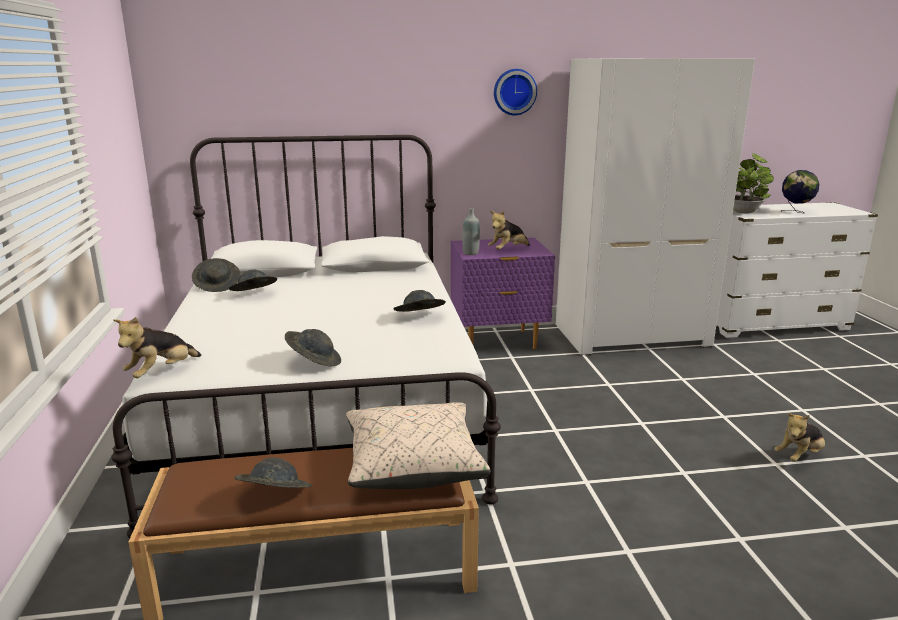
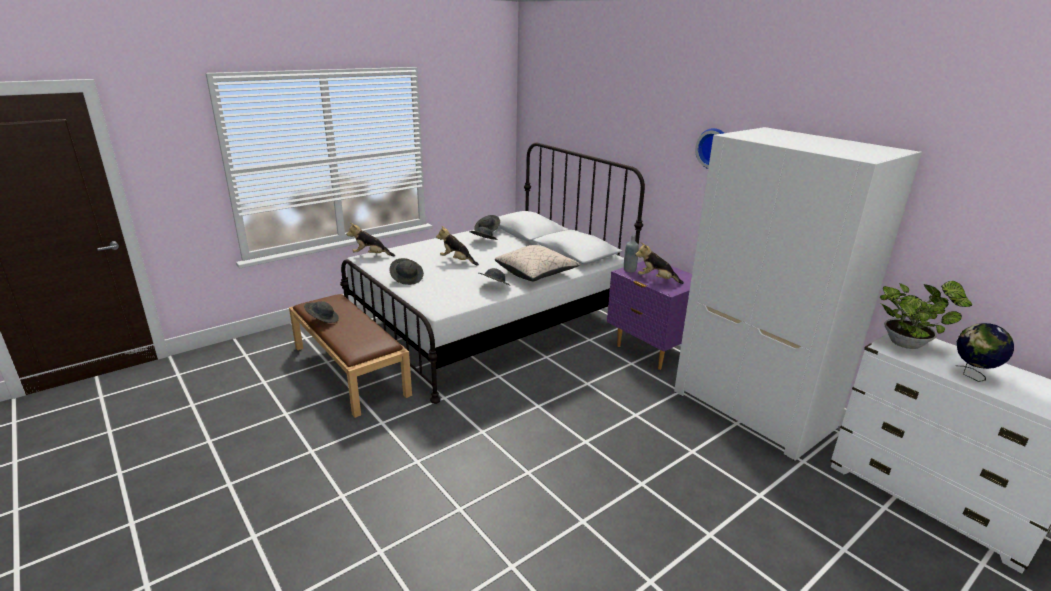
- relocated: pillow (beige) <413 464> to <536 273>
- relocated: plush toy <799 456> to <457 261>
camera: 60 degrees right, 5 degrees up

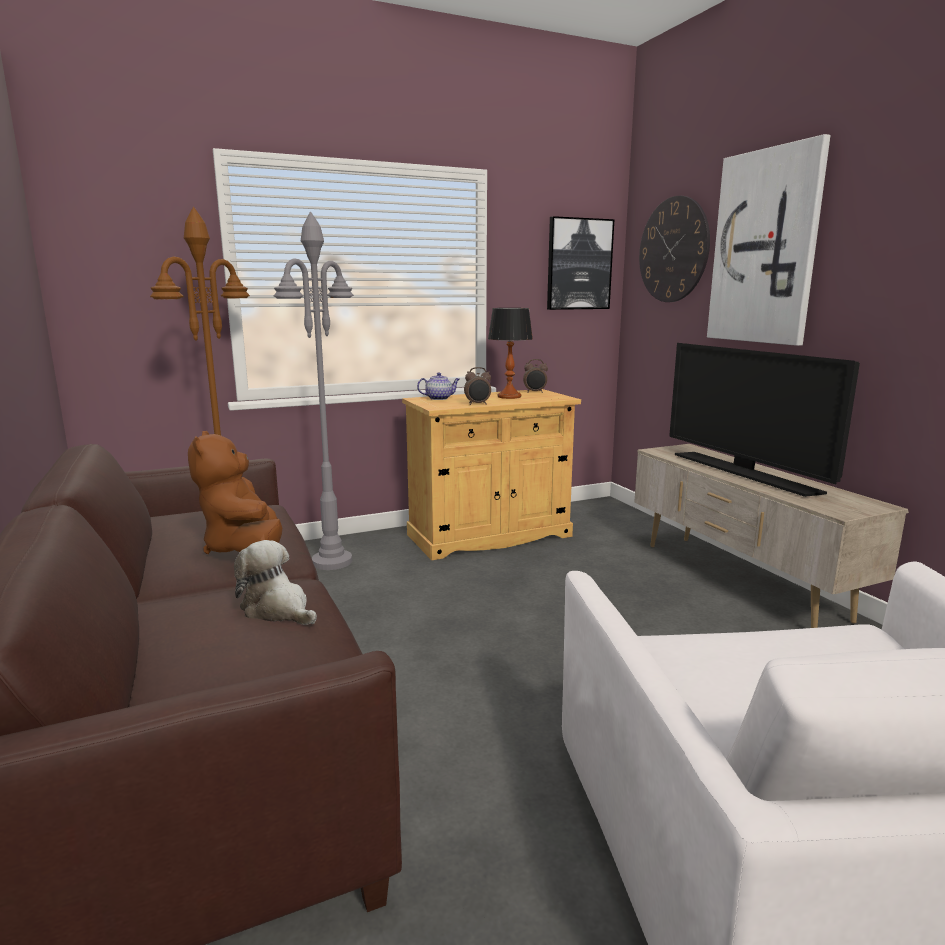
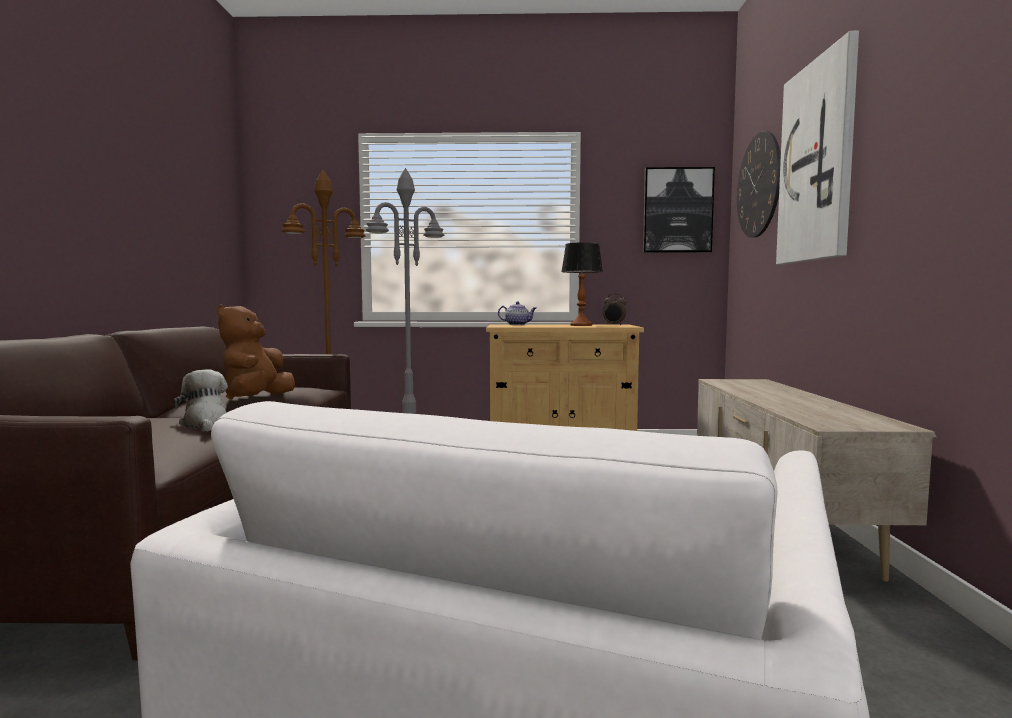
- missing: alarm clock <477 404>
- missing: television <744 473>
camera: 25 degrees right, 10 degrees down

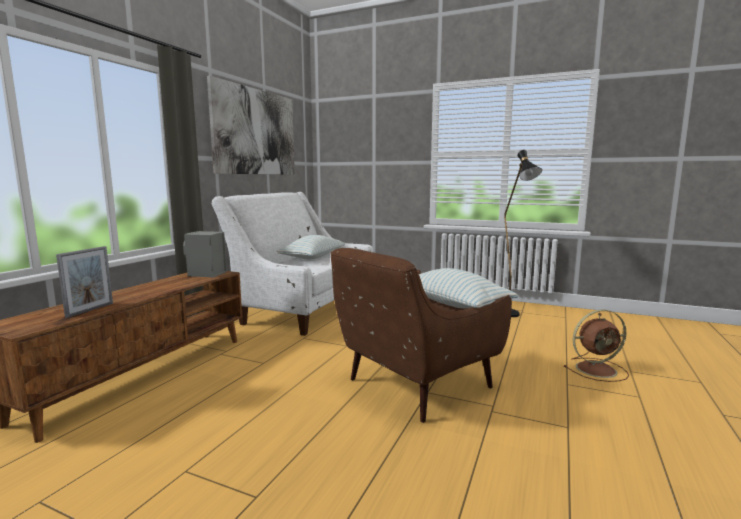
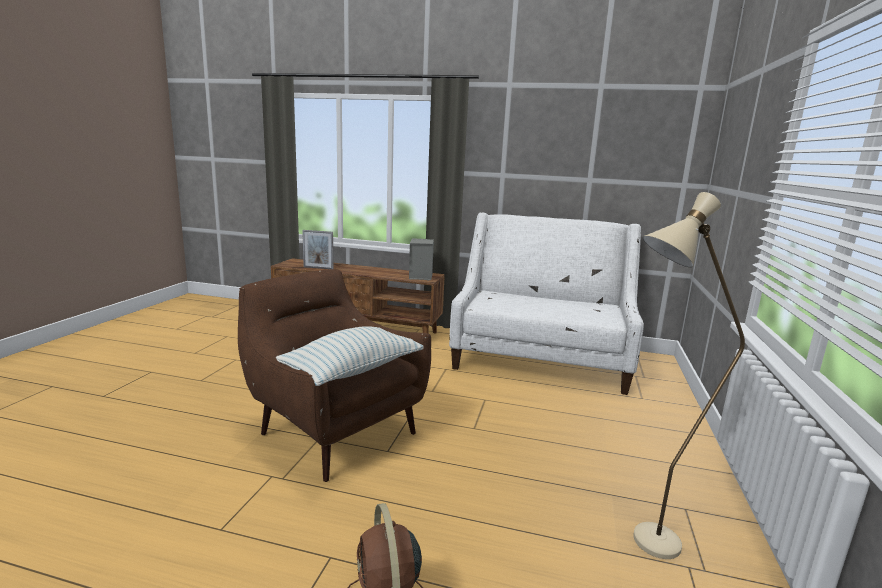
- missing: picture <255 132>
- missing: pillow <313 258>
- colour: floor lamp (black) <512 316> to floor lamp (beige) <643 546>
camera: 80 degrees right, 5 degrees up

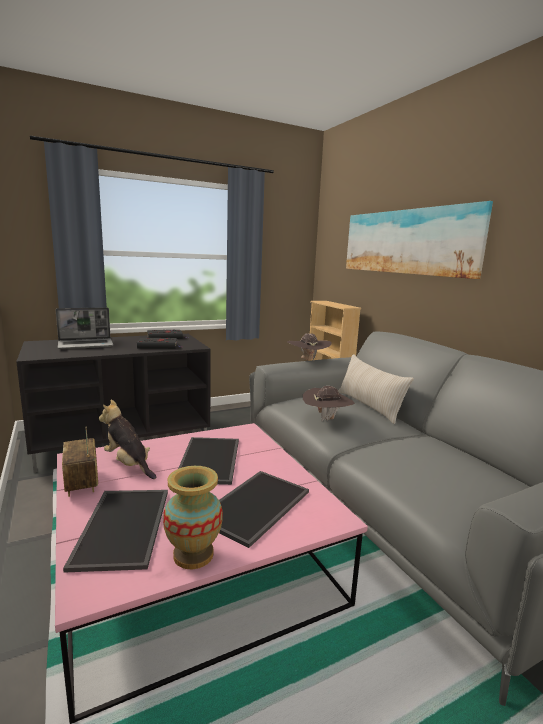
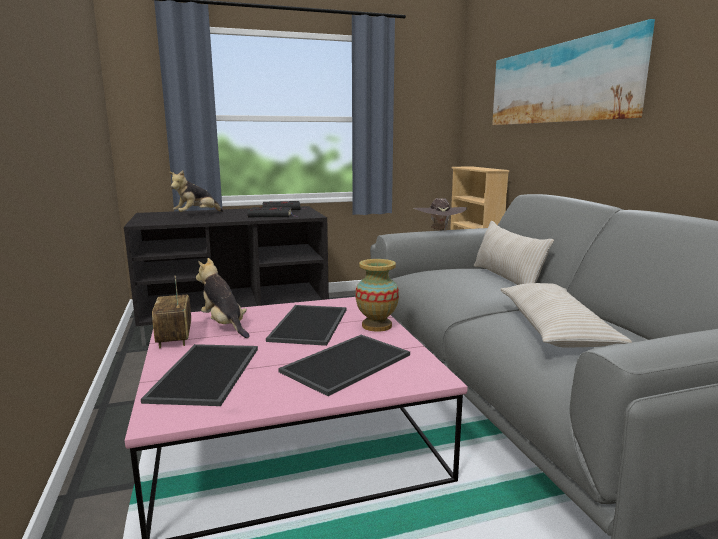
- missing: hat (brown) <326 419>
- appeared: pillow (beige) <554 329>
- relocated: vase <193 555> to <377 326>
- exchanged: laptop <86 345> to plush toy <197 215>
camera: 10 degrees right, 0 degrees up

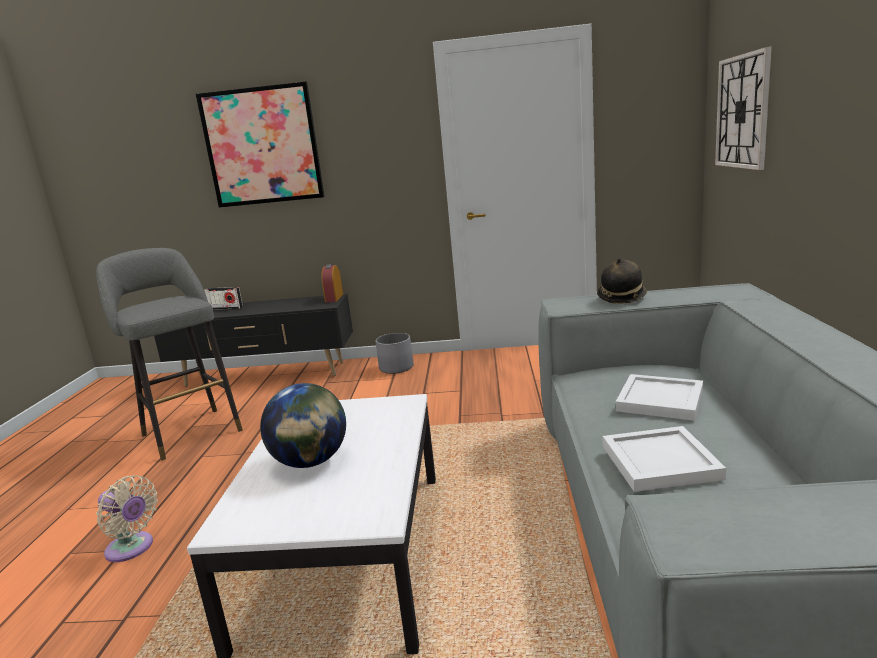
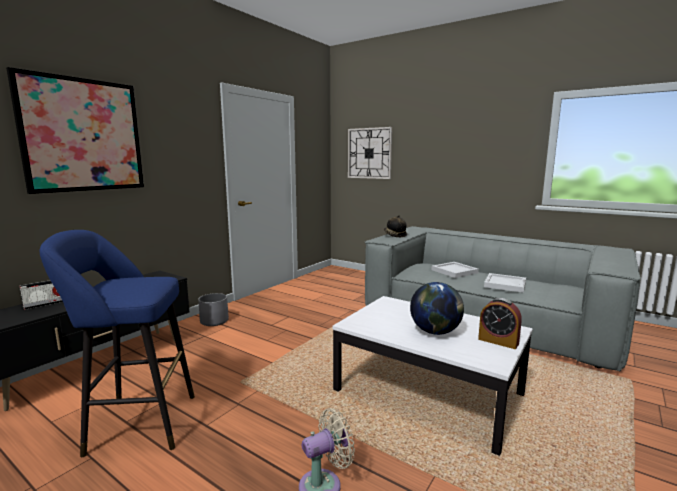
- relocated: alarm clock <334 298> to <498 341>
- colour: stool (grey) <189 431> to stool (blue) <136 424>
camera: 60 degrees left, 5 degrees down

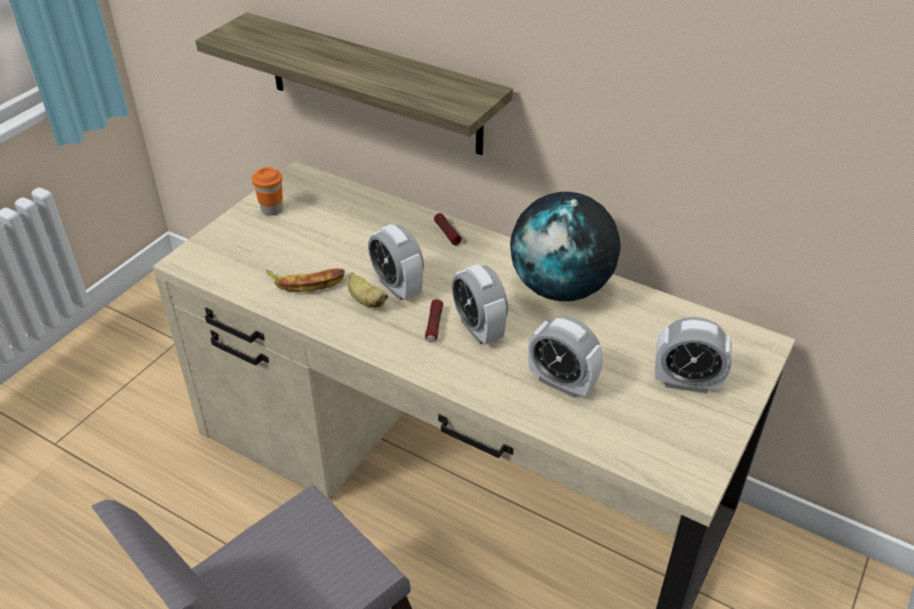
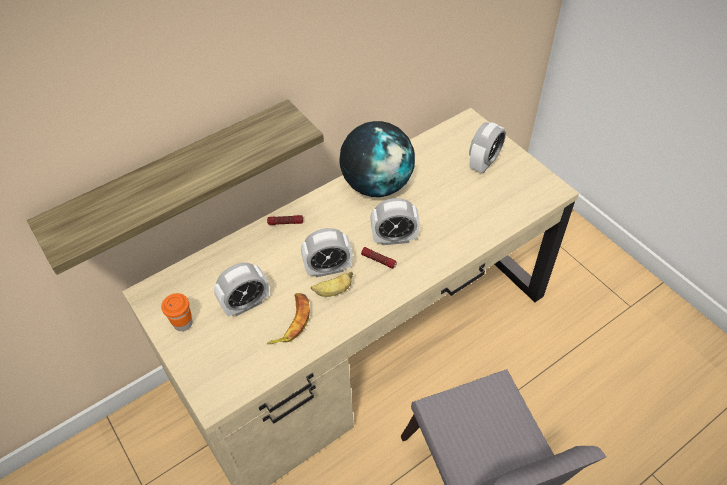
- relocated: alarm clock <562 383> to <246 304>
camera: 65 degrees left, 10 degrees up

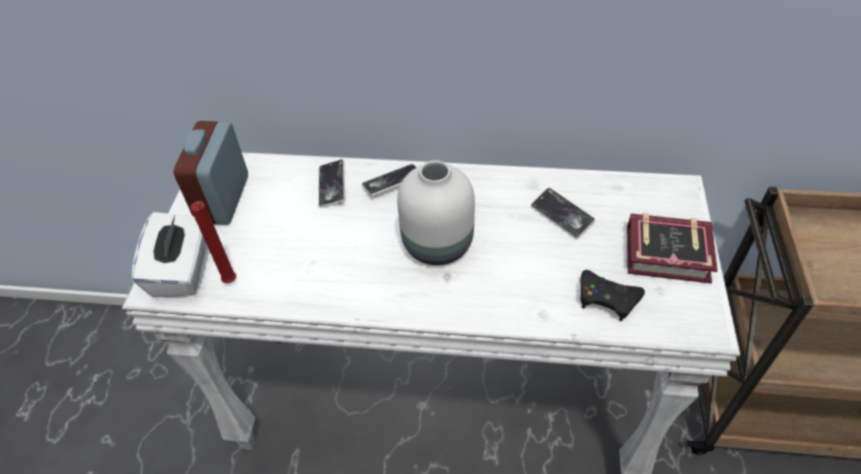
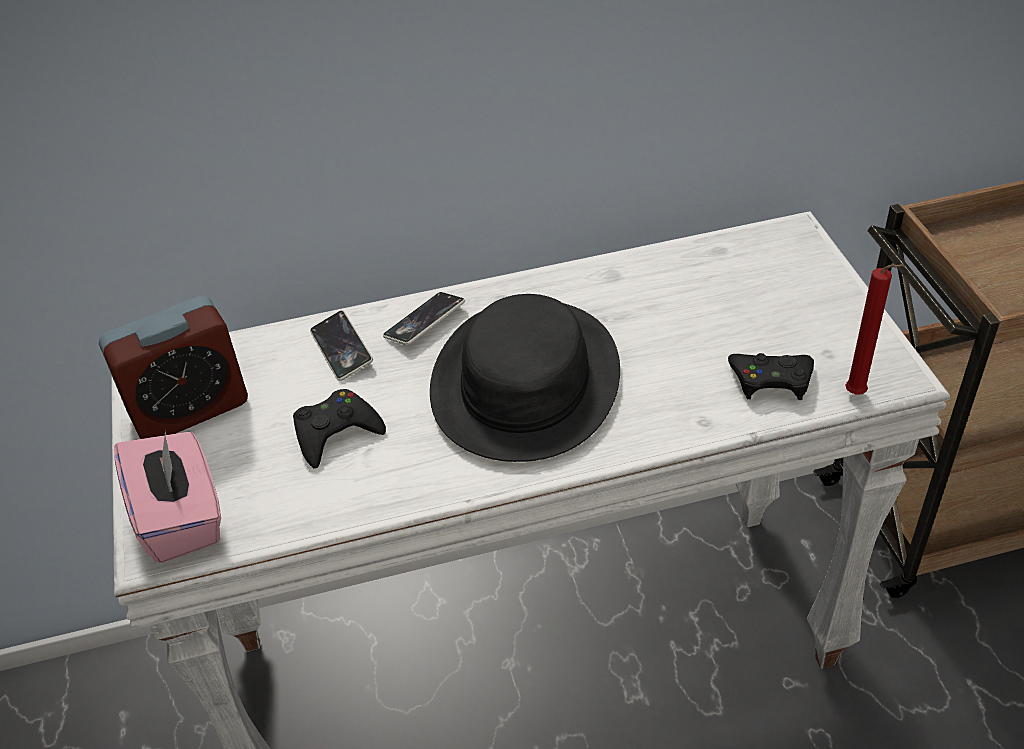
- missing: phone <561 215>
- missing: book <671 256>
- appeared: game controller (black) <336 433>
- relocated: candle (red) <231 283> to <858 395>
- exchanged: vase (white) <435 244> to hat (black) <524 381>
- colour: tissue box (white) <182 270> to tissue box (pink) <181 518>
- spun: alarm clock <223 199> = <190 409> 105 degrees counterclockwise
camera: 20 degrees left, 5 degrees down

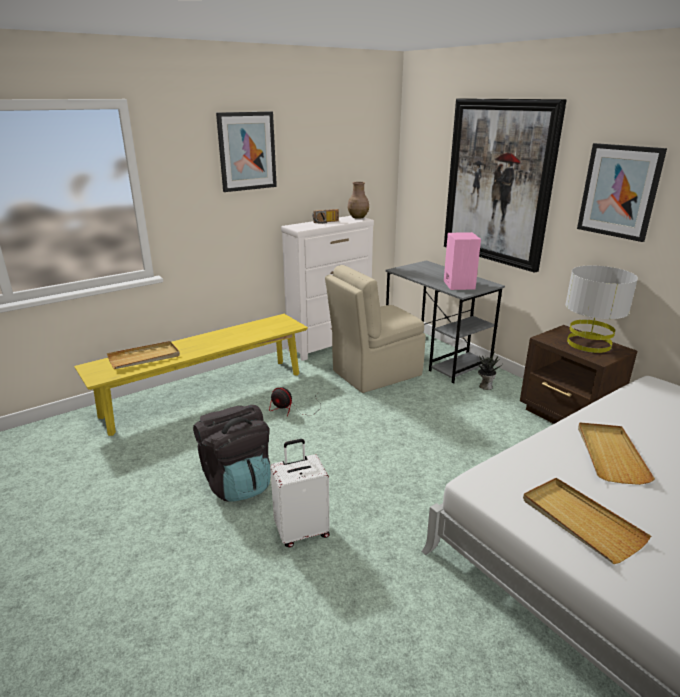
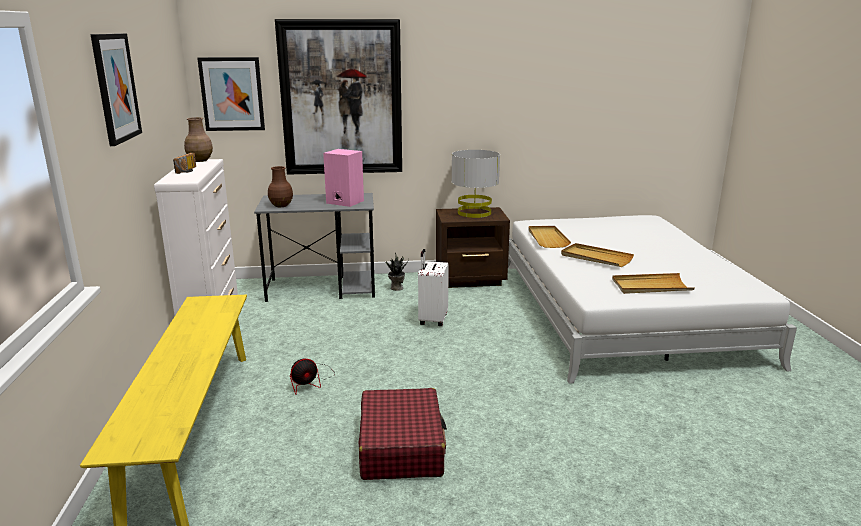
- missing: chair (beige) <374 373>
- appeared: vase (brown) <281 205>
- relocated: tray (beige) <144 357> to <547 238>
- relocated: suitcase (white) <302 531> to <432 320>
- relocated: picture <619 191> to <232 94>
- exchanged: backpack (black) <237 482> to suitcase (red) <401 446>
camera: 60 degrees left, 5 degrees down

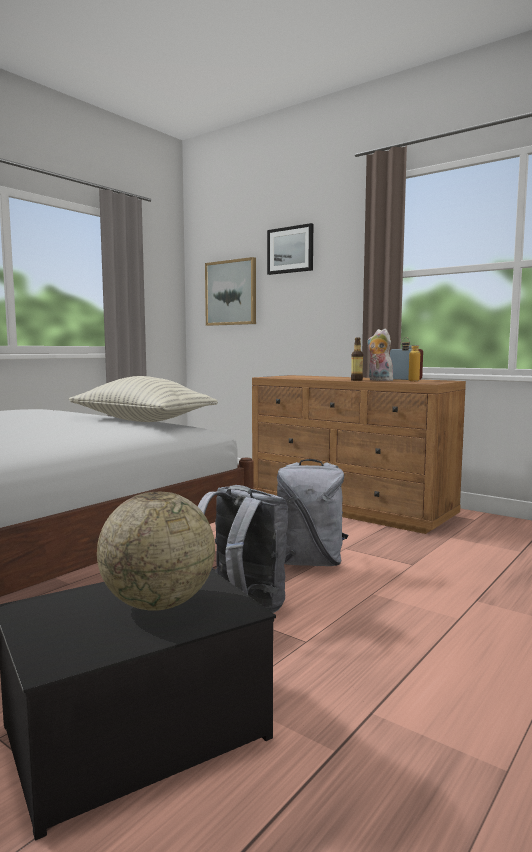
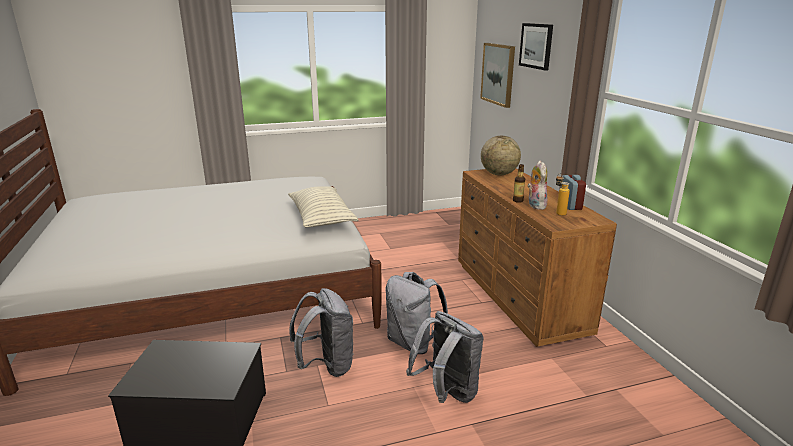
- appeared: backpack (grey) <447 393>
- relocated: globe <158 604> to <499 174>
camera: 35 degrees right, 15 degrees up

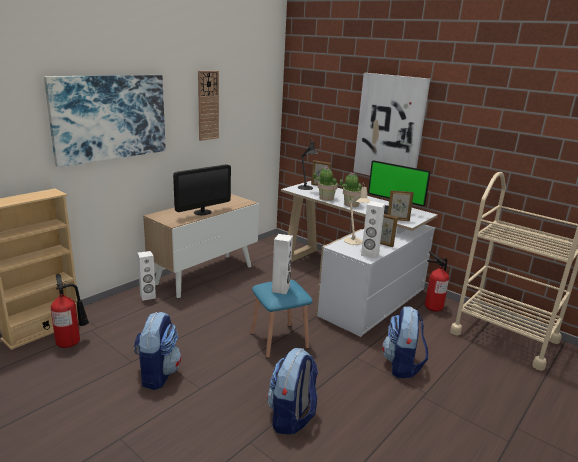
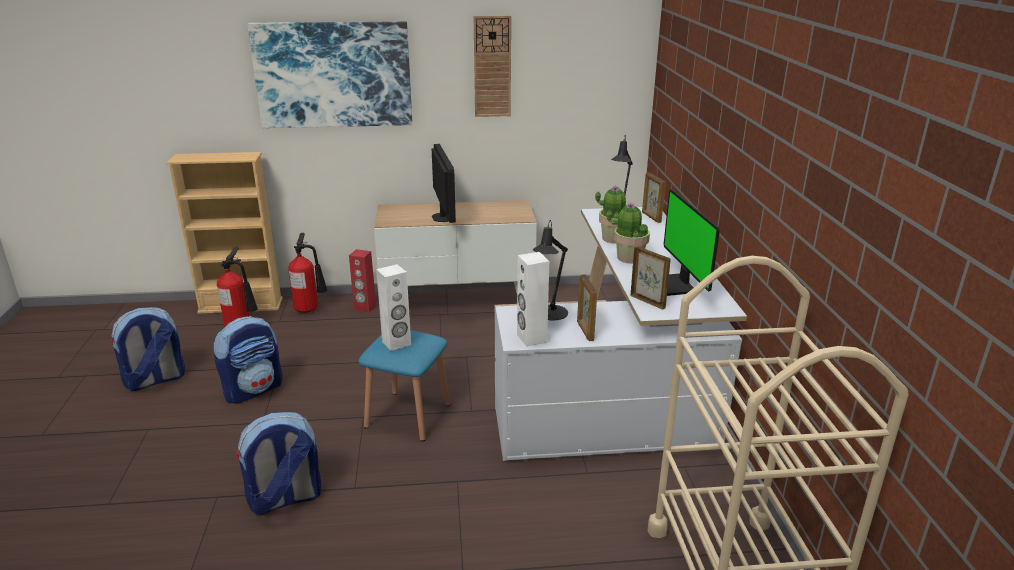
- missing: picture <390 128>
- relocated: backpack <402 365> to <155 380>
- relocated: fire extinguisher <433 307> to <310 309>
- colour: speaker (white) <148 296> to speaker (red) <365 308>
- colour: table lamp (beige) <354 242> to table lamp (black) <550 314>
- spun: monitor <202 212> = <442 217> 105 degrees counterclockwise
camera: 45 degrees right, 5 degrees up

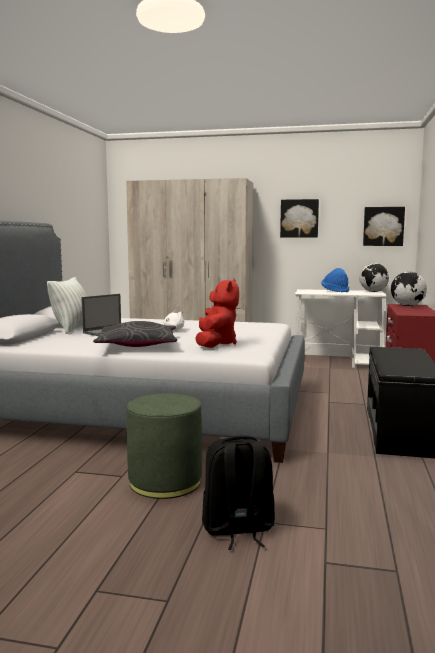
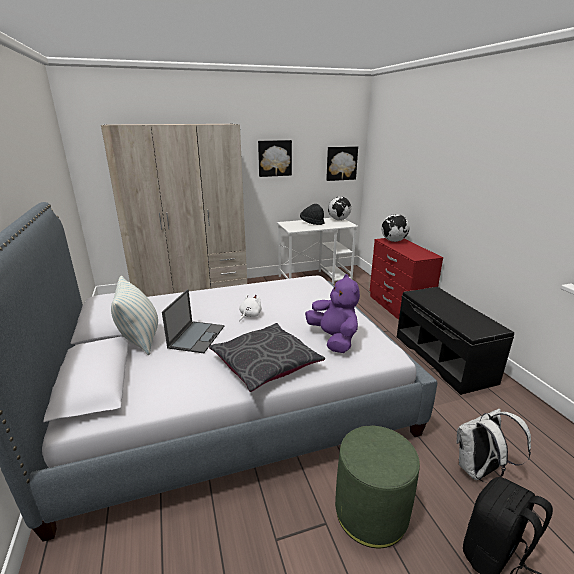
- appeared: backpack (white) <479 471>
- colour: plush toy (red) <216 344> to plush toy (purple) <333 339>
- colour: hat (blue) <335 291> to hat (black) <312 223>
camera: 30 degrees left, 15 degrees up

